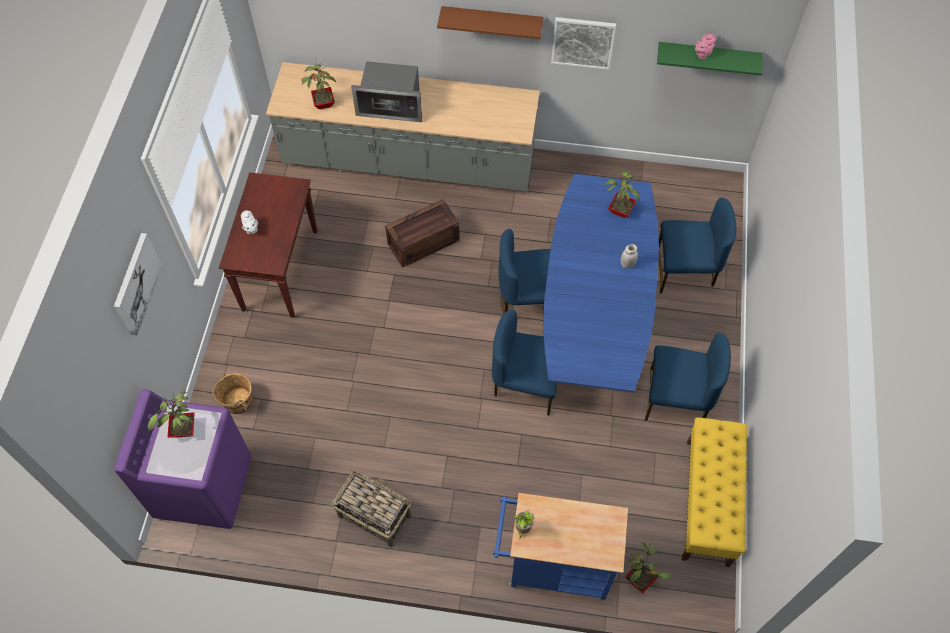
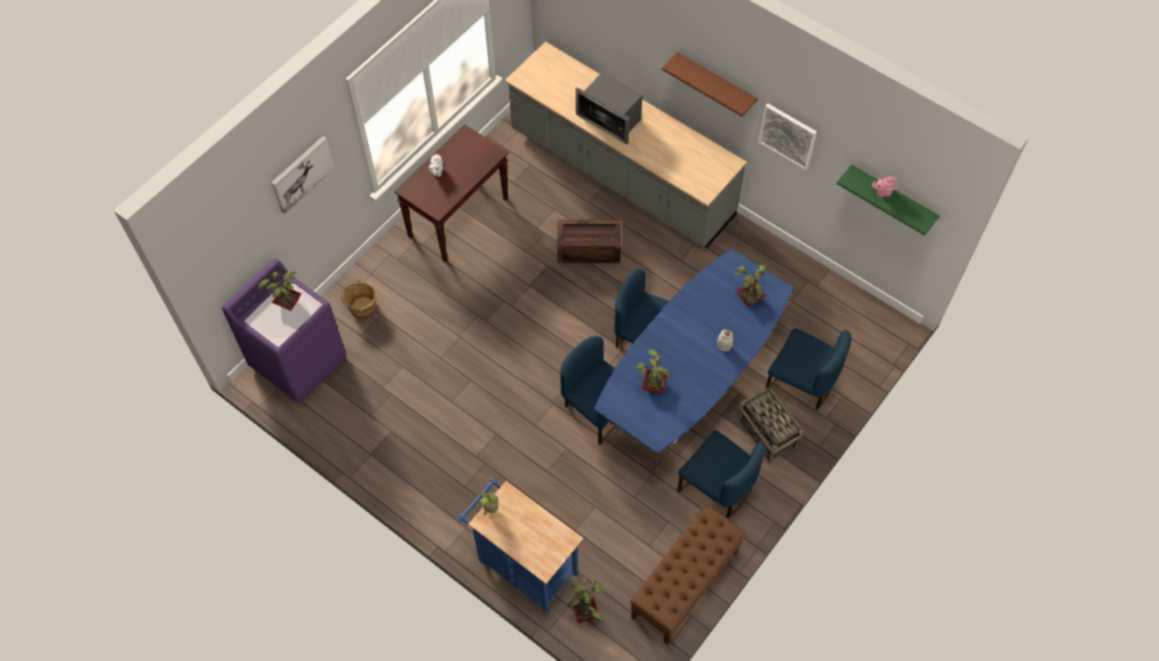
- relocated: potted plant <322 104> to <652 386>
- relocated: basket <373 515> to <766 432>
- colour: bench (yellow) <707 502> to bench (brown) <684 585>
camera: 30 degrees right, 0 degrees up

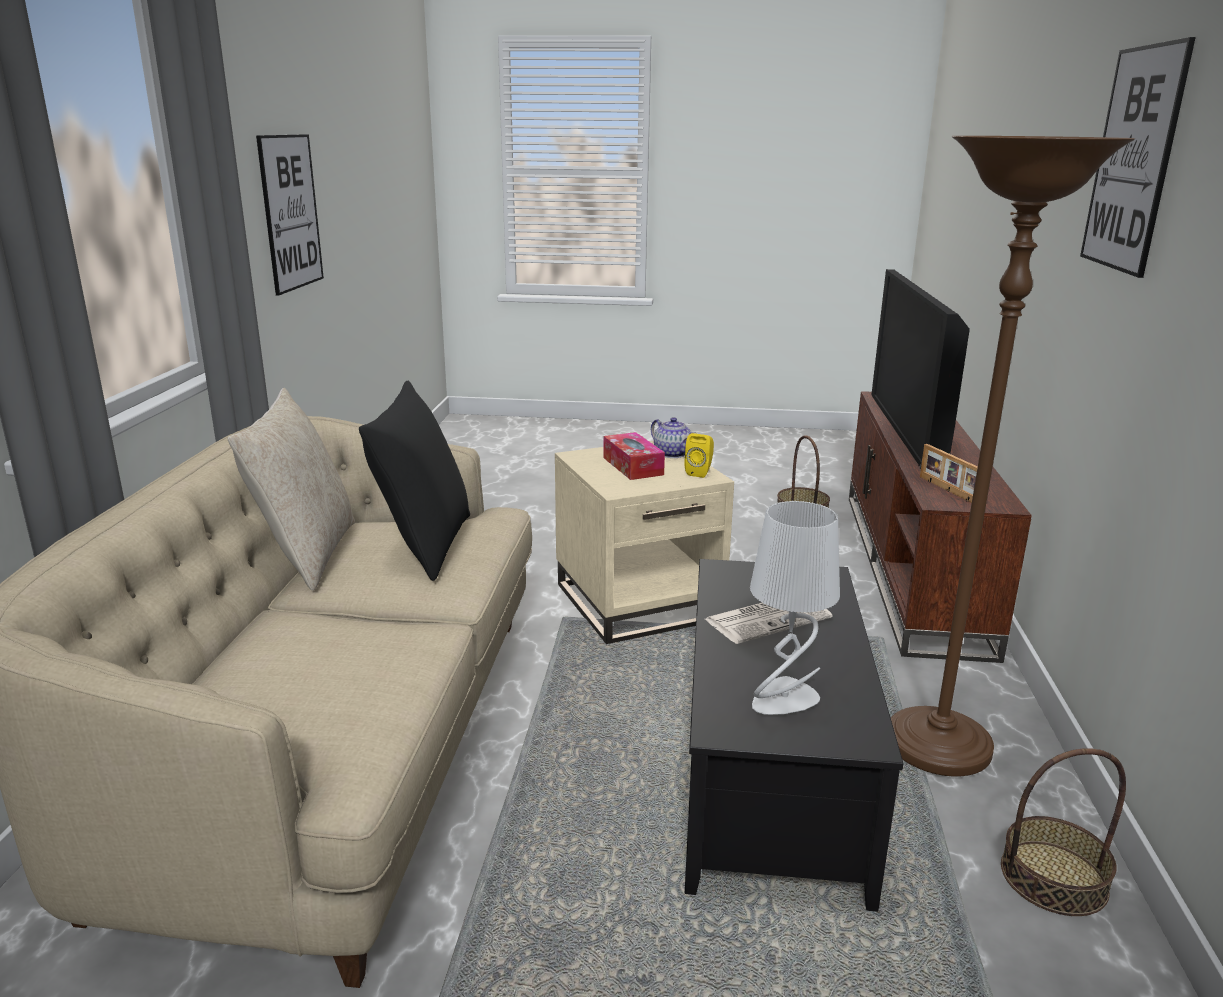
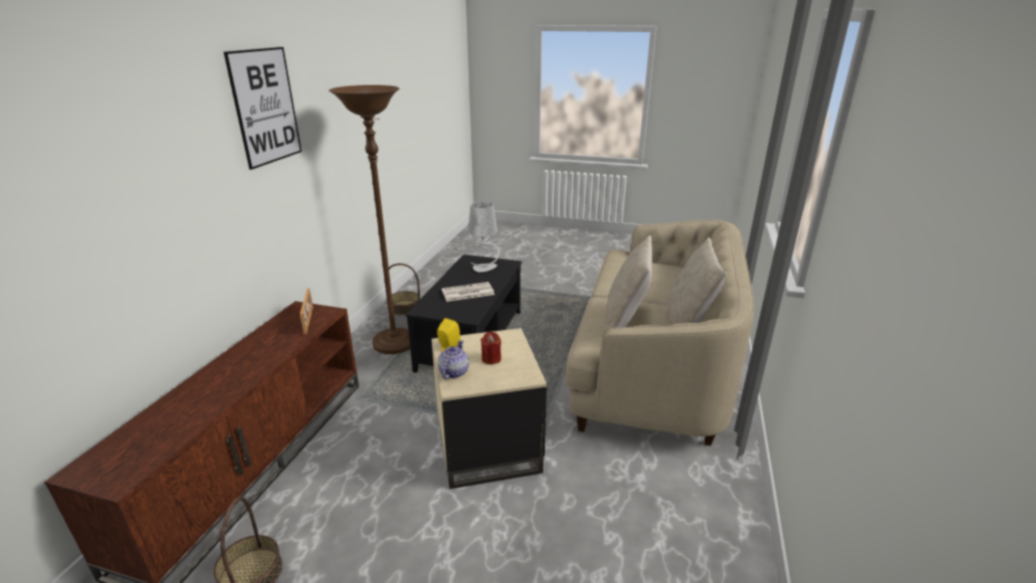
- missing: picture <291 212>
- missing: television <911 430>
- exchanged: tissue box <633 466> to candle (red) <491 359>
- colour: pillow (black) <424 545> to pillow (beige) <625 323>
- spun: teapot <672 453> = <453 372> 45 degrees clockwise
camera: 170 degrees left, 5 degrees up

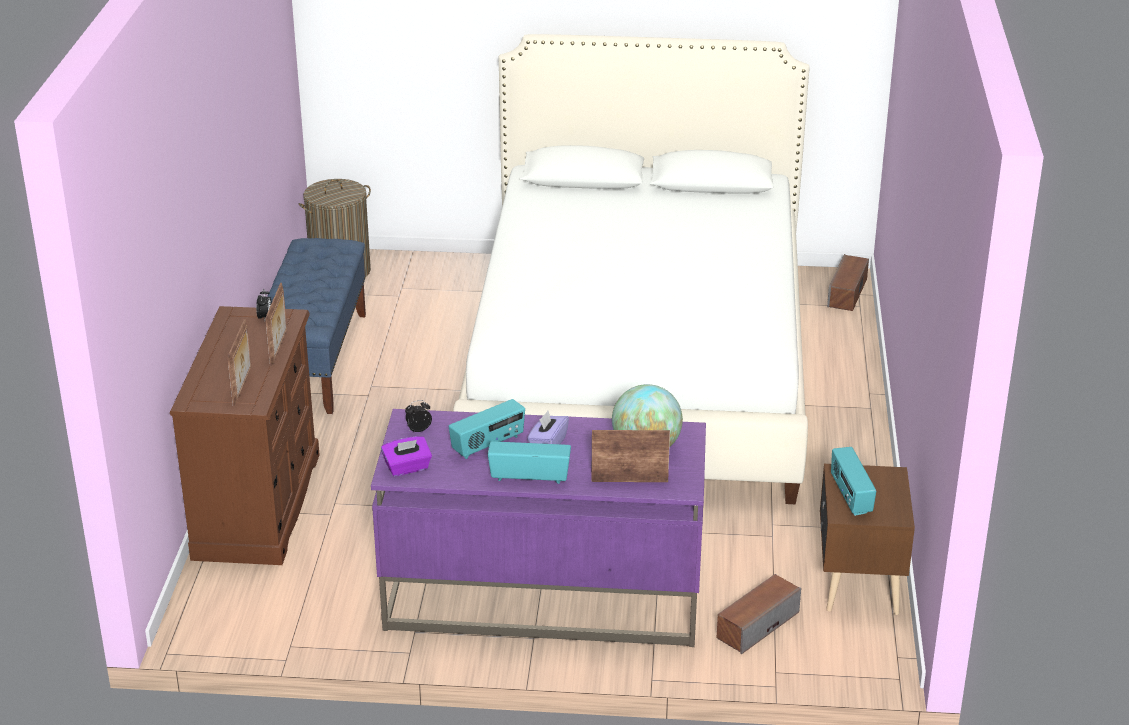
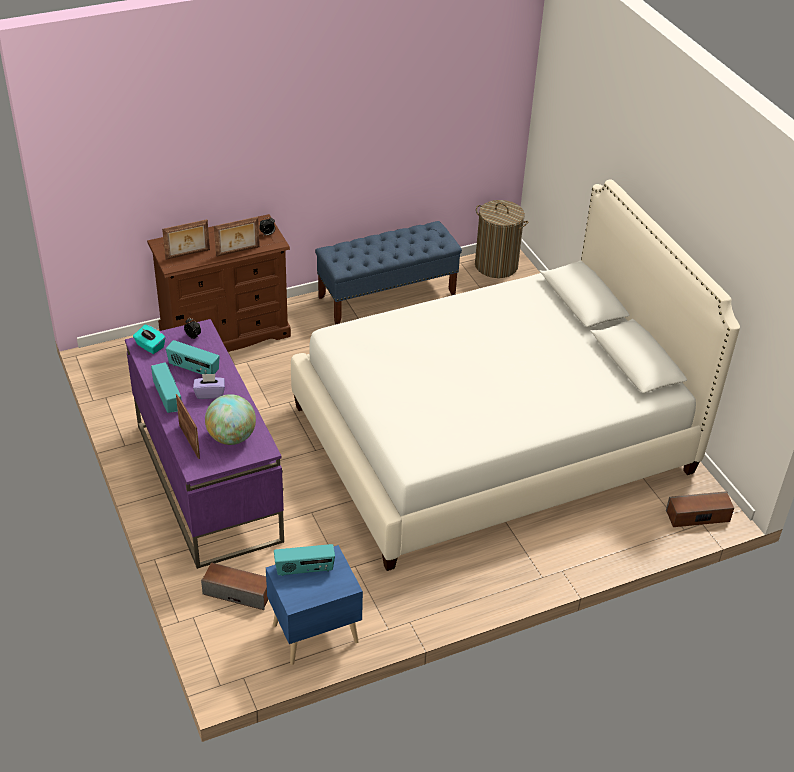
- colour: tissue box (purple) <407 468> to tissue box (turquoise) <150 346>
- colour: nightstand (brown) <857 584> to nightstand (blue) <313 632>
- spun: radio <850 496> = <304 570> 150 degrees counterclockwise
camera: 60 degrees right, 10 degrees up

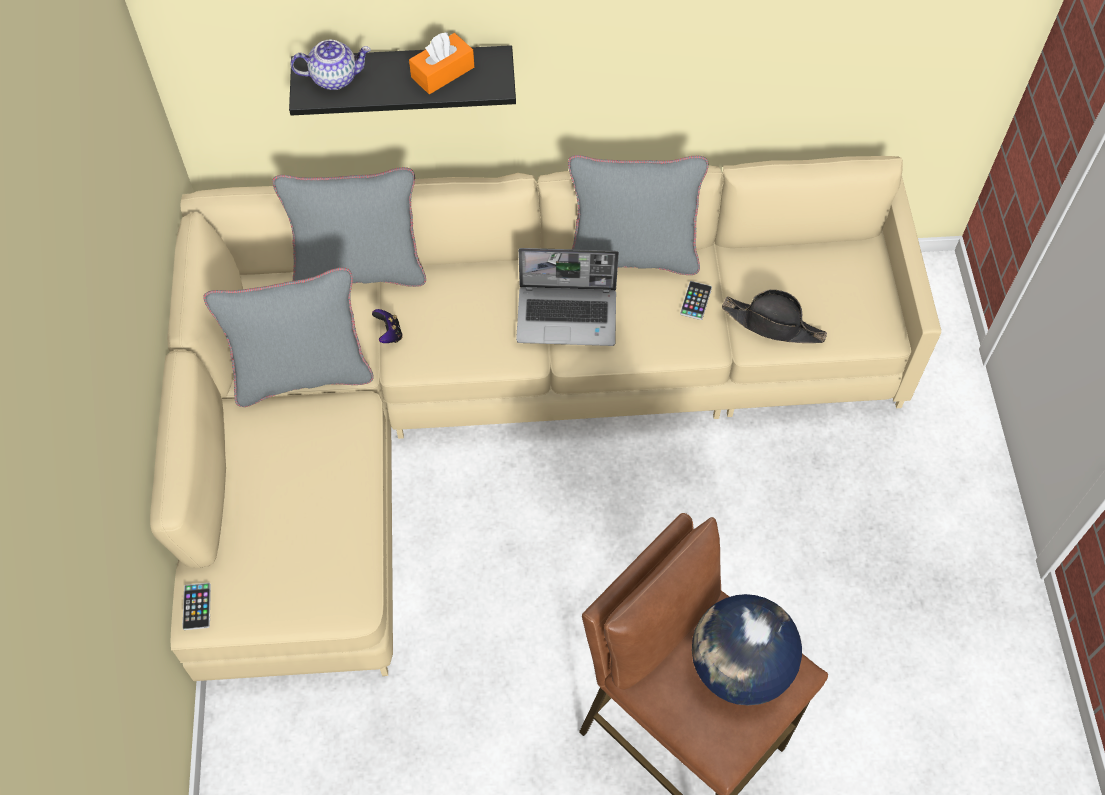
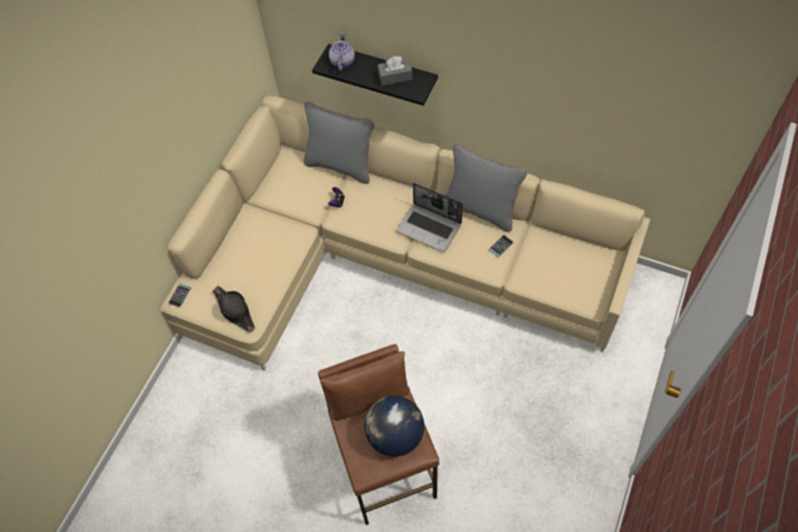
- missing: pillow (grey) <302 375>
- relocated: hat (black) <773 324> to <235 311>
- colour: tissue box (orange) <442 72> to tissue box (grey) <395 76>
- spun: teapot <335 77> = <342 61> 105 degrees counterclockwise
camera: 30 degrees right, 0 degrees up

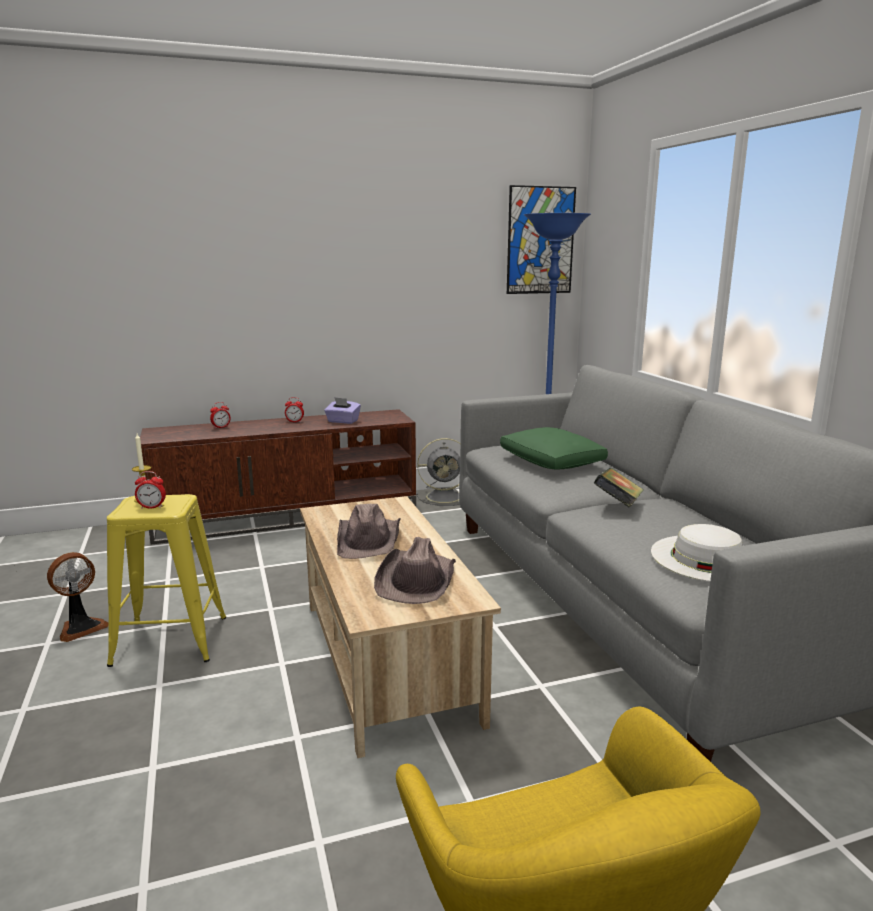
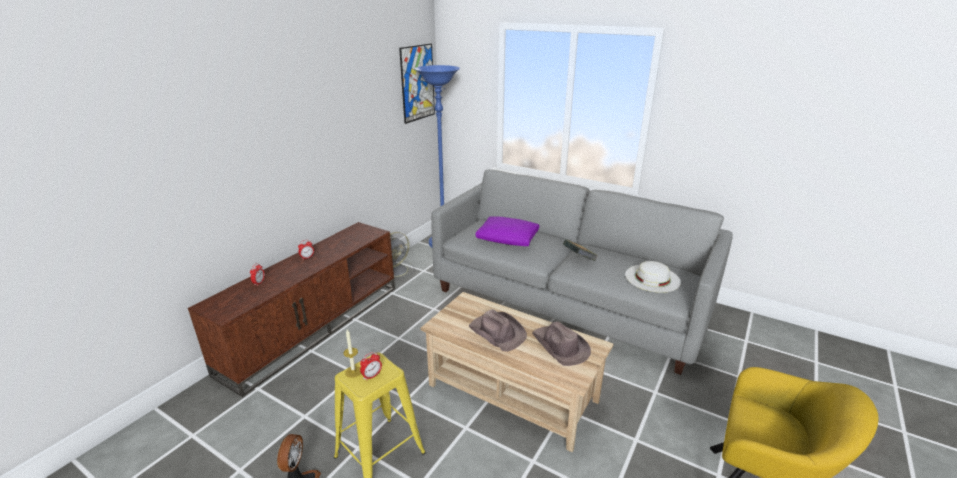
- missing: tissue box (purple) <342 421>
- colour: pillow (green) <552 462> to pillow (purple) <508 239>
camera: 40 degrees left, 10 degrees up

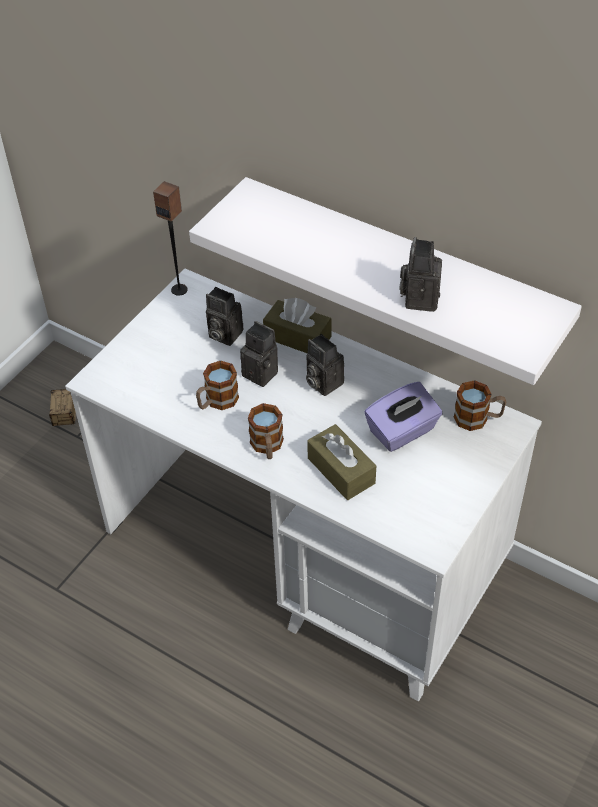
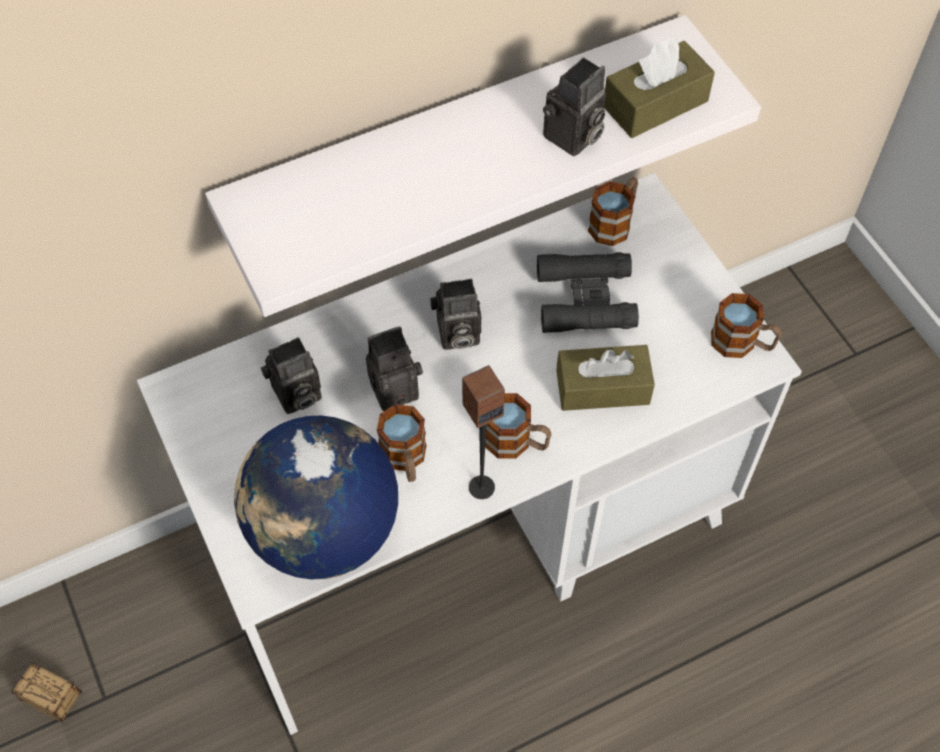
- appeared: globe <324 531>
- appeared: mug <742 343>
- relocated: speaker <179 289> to <481 486>
- relocated: tissue box (brown) <297 337> to <655 104>
- exchanged: tissue box (purple) <402 431> to binoculars (black) <585 299>
- spun: photo camera <419 297> = <572 138> 90 degrees counterclockwise
camera: 60 degrees left, 10 degrees up

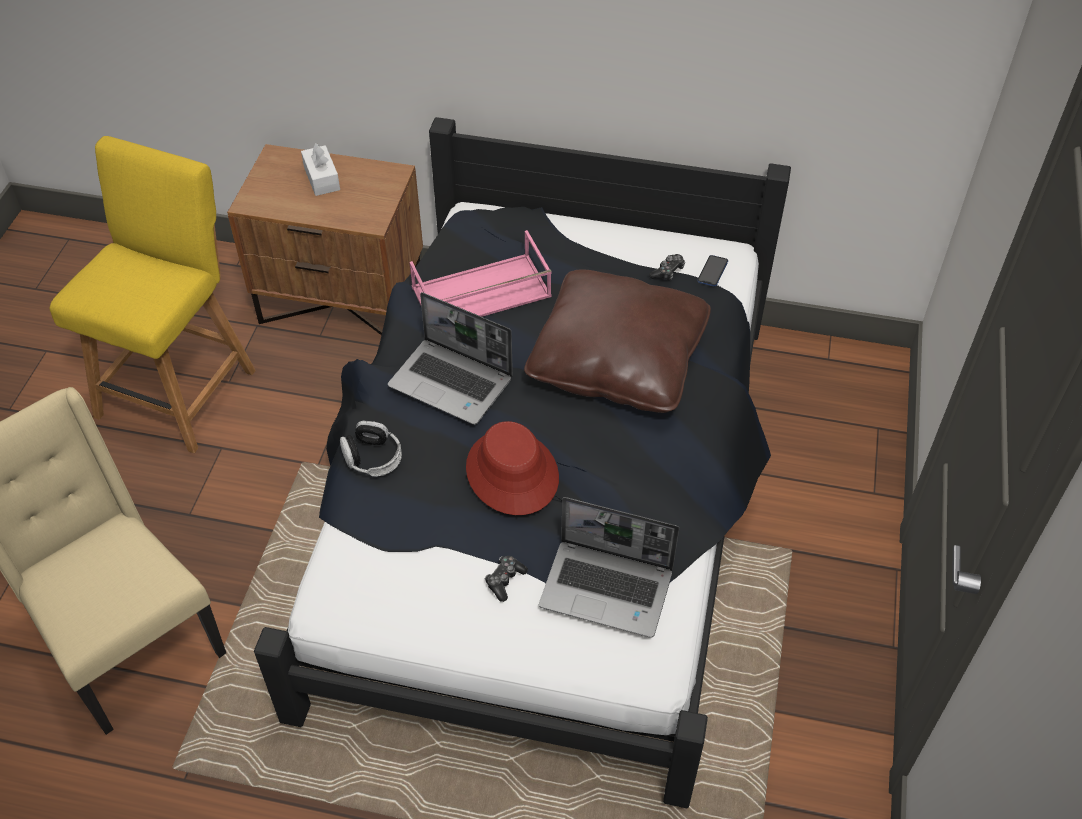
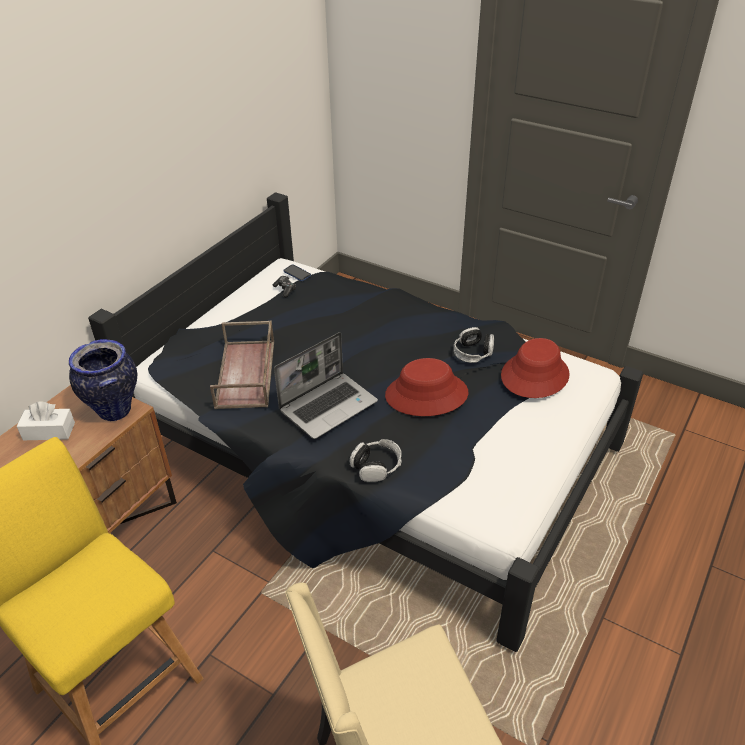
- missing: game controller <505 580>
- missing: pillow (brown) <617 360>
- appeared: vase <114 410>
- appeared: headphones <473 353>
- exchanged: laptop <608 588> to hat (red) <534 375>
- colour: tray (pink) <480 293> to tray (brown) <247 374>
camera: 70 degrees left, 10 degrees down

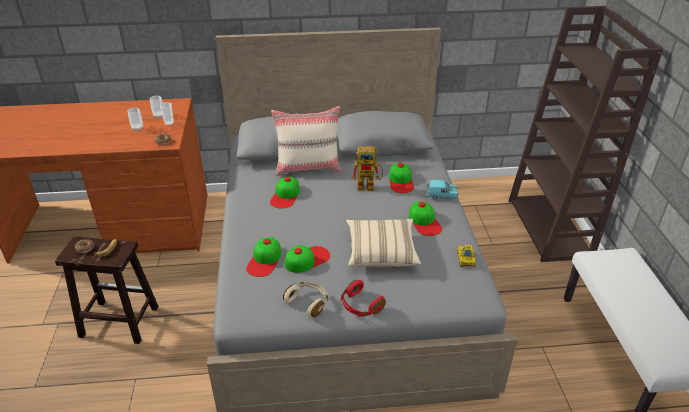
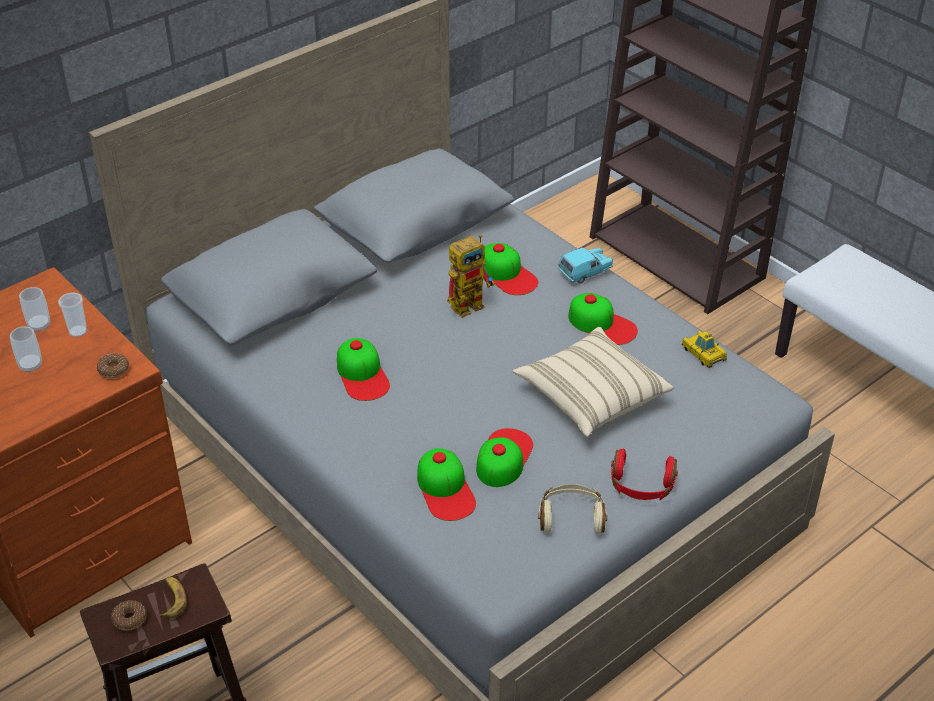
- missing: pillow (beige) <308 167>
camera: 35 degrees left, 5 degrees up

